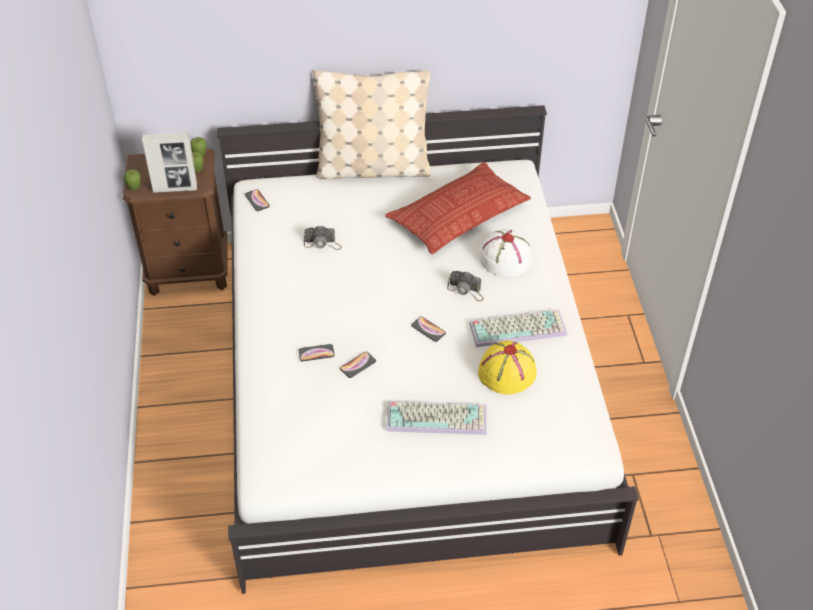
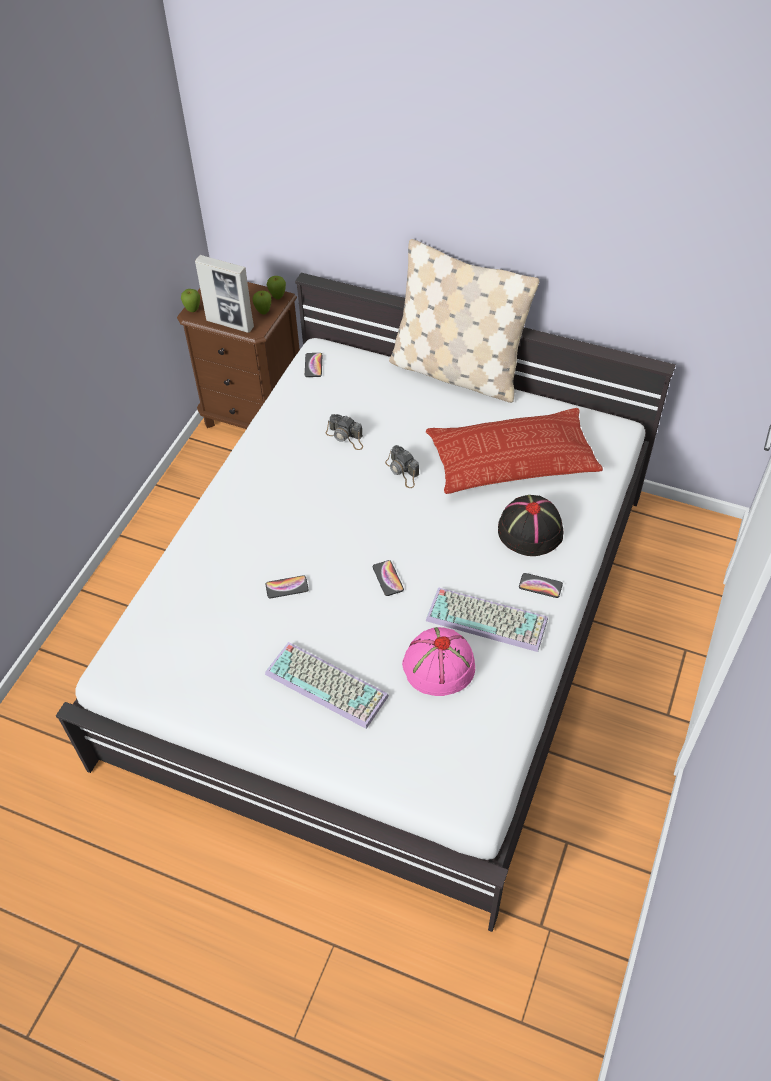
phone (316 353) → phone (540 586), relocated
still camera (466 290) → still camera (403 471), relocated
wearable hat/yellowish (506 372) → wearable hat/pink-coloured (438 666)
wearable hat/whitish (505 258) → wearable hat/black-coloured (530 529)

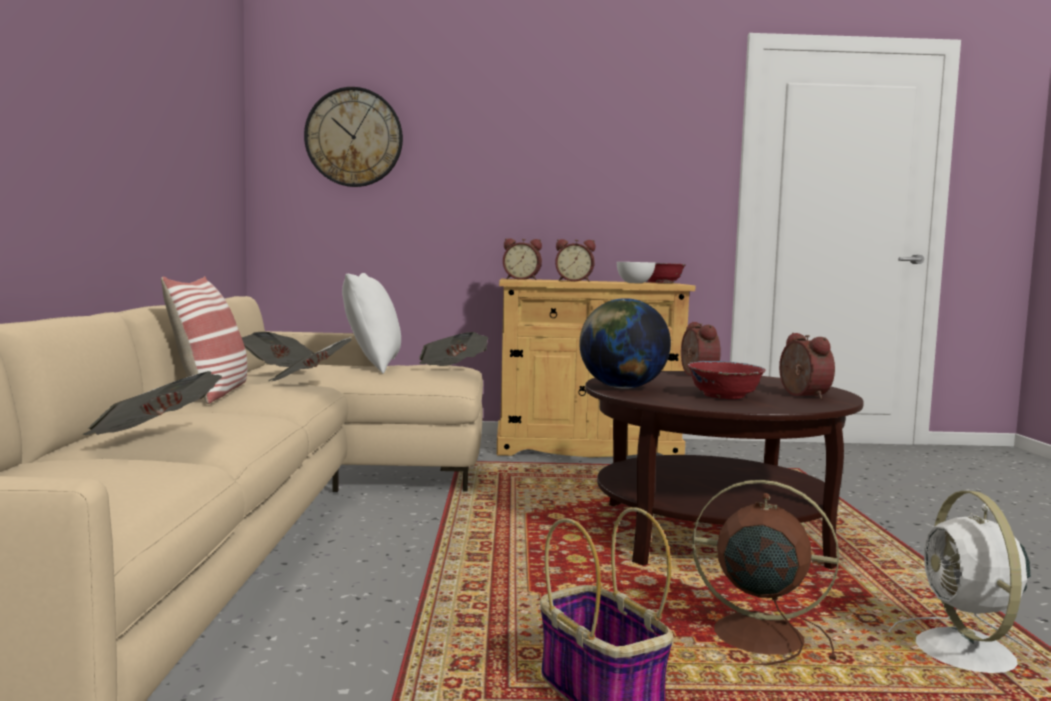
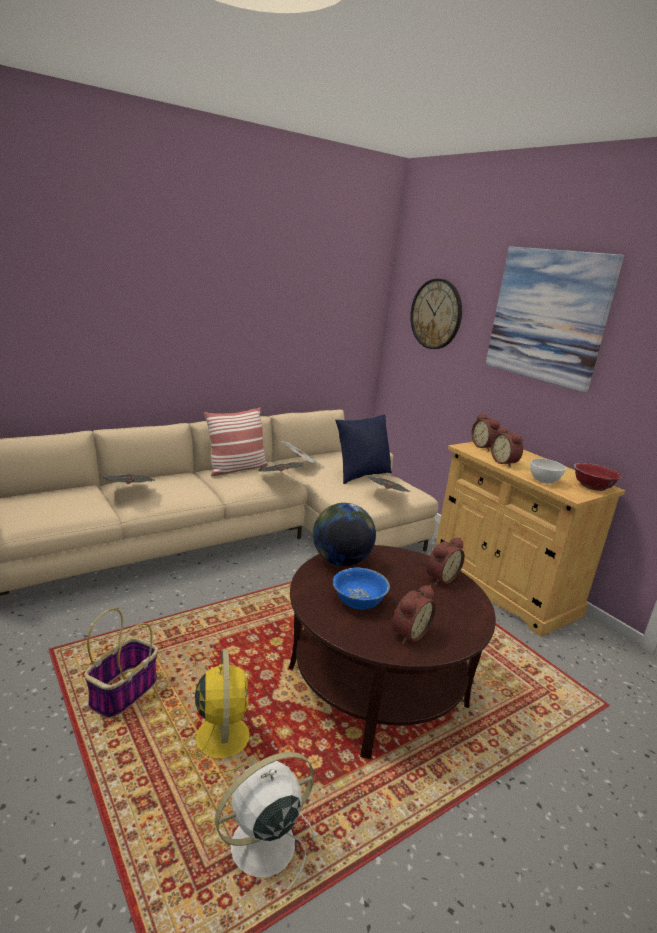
cushion/whitish (372 366) → cushion/bluish (361 475)
bowl/reddish (724 396) → bowl/bluish (359 601)
cooling fan/brown (753 635) → cooling fan/yellowish (222 734)
- → wall picture (548 316)

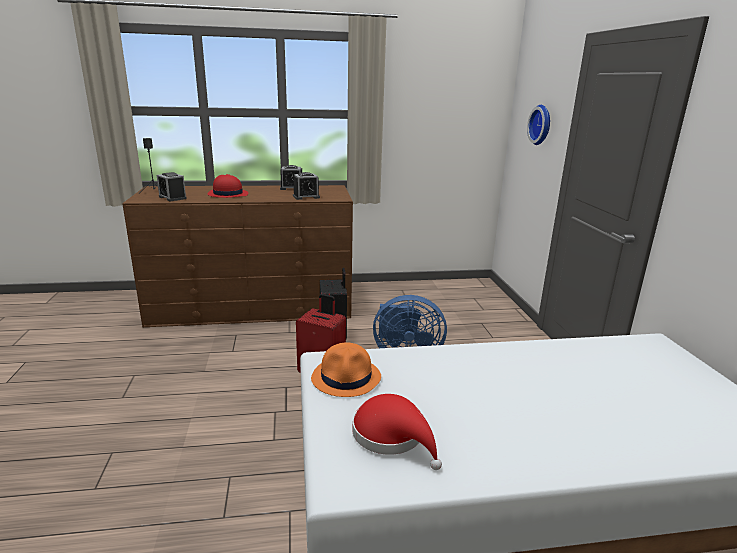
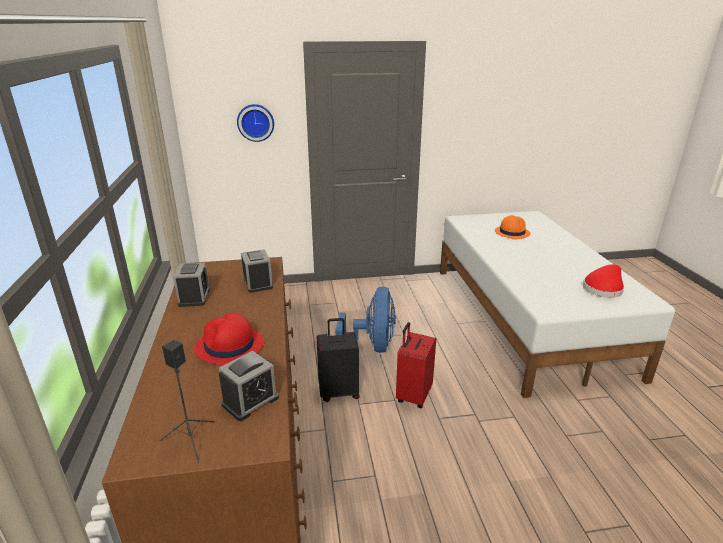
wearable hat/orange-coloured (346 378) → wearable hat/orange-coloured (512 232), relocated

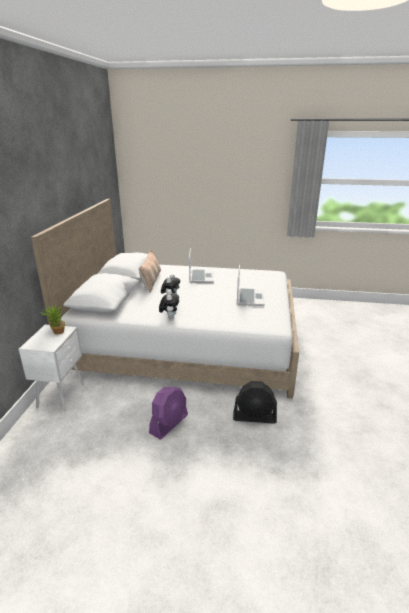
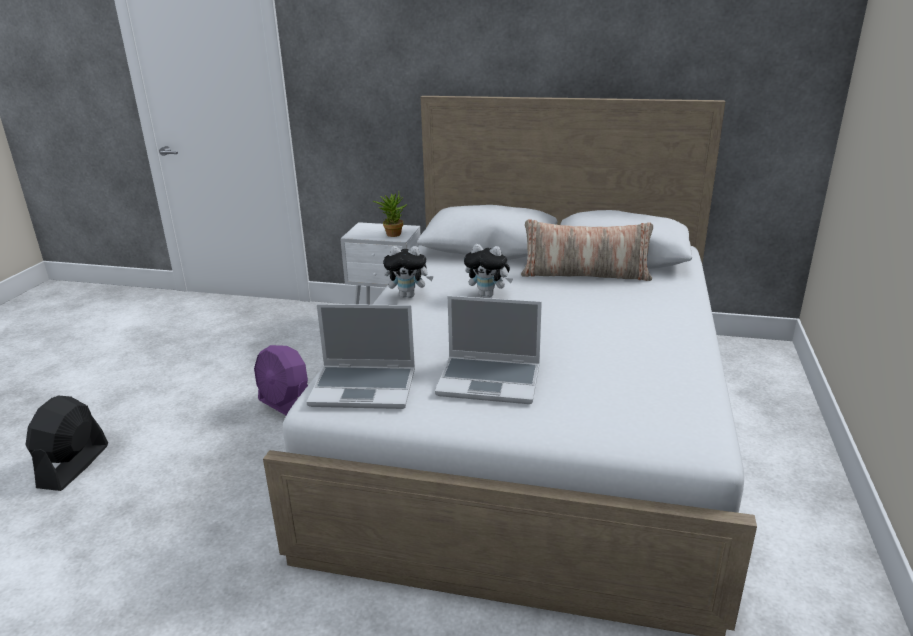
laptop (200 277) → laptop (365 388), relocated
cooling fan/black-coloured (254 417) → cooling fan/black-coloured (73 466), relocated

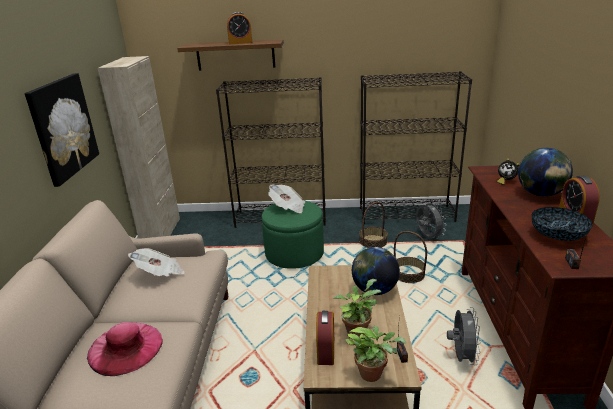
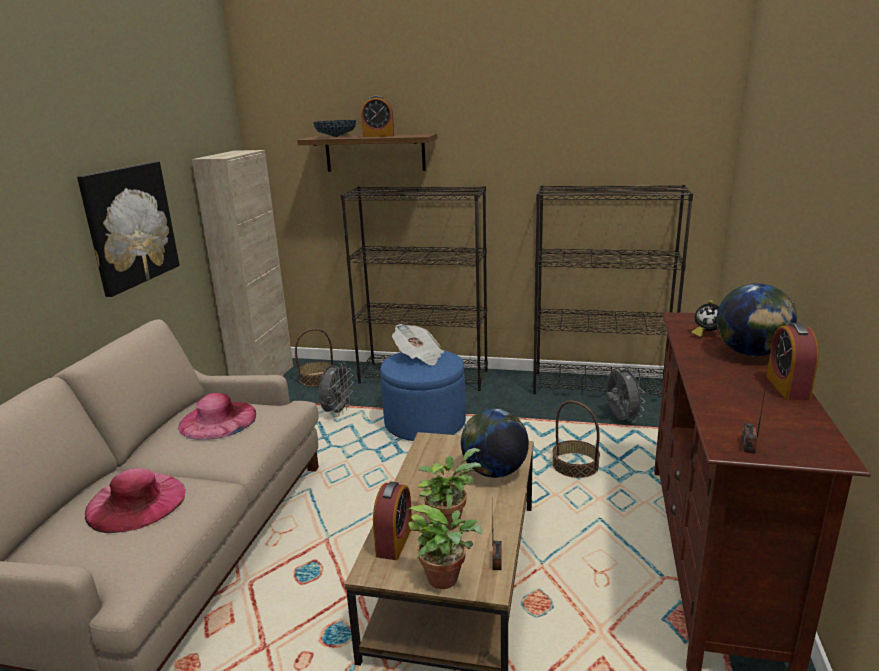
daily paper (160 273) → wearable hat/pink-coloured (218 420)
ottoman/green-coloured (294 254) → ottoman/bluish (425 423)
household basket (373 241) → household basket (317 379), relocated
cooling fan/gray (461 356) → cooling fan/gray (337 412), relocated
bowl (557 236) → bowl (336 137), relocated

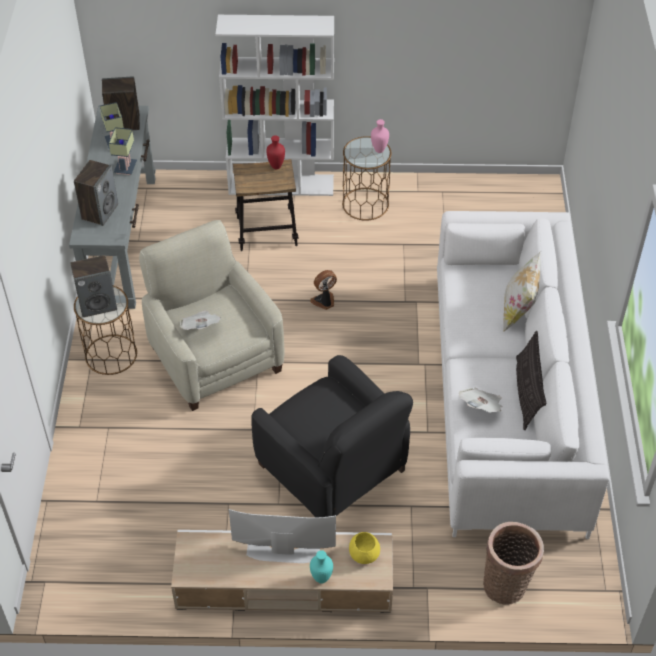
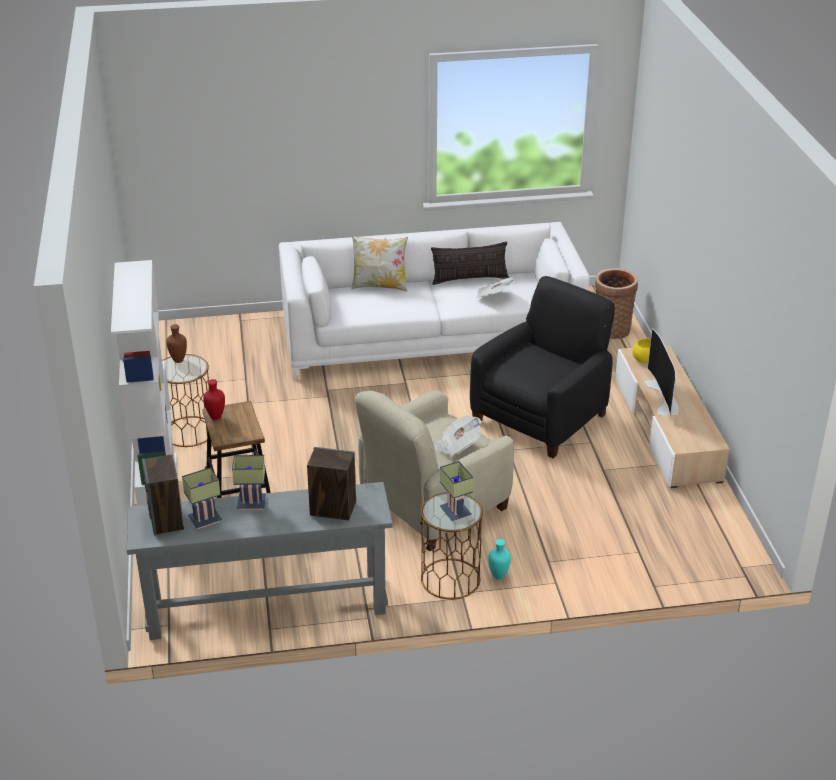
loudspeaker (98 304) → lamp for a table (453 512)
cooling fan (324 301) → -
vase/blue-green (321 578) → vase/blue-green (498 576), relocated
vase/pink-coloured (378 150) → vase/brown (178 361)

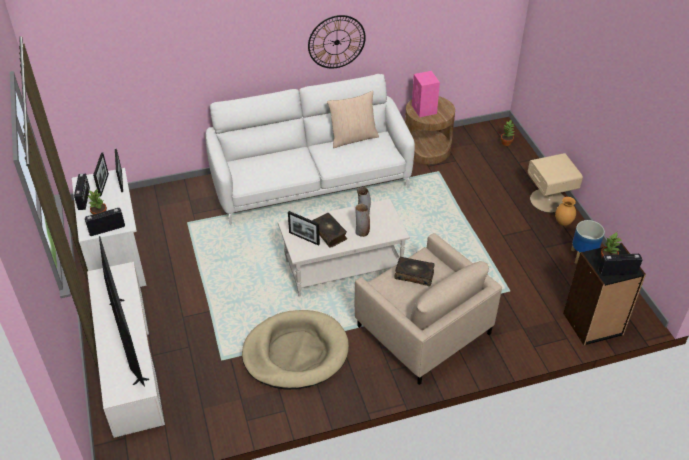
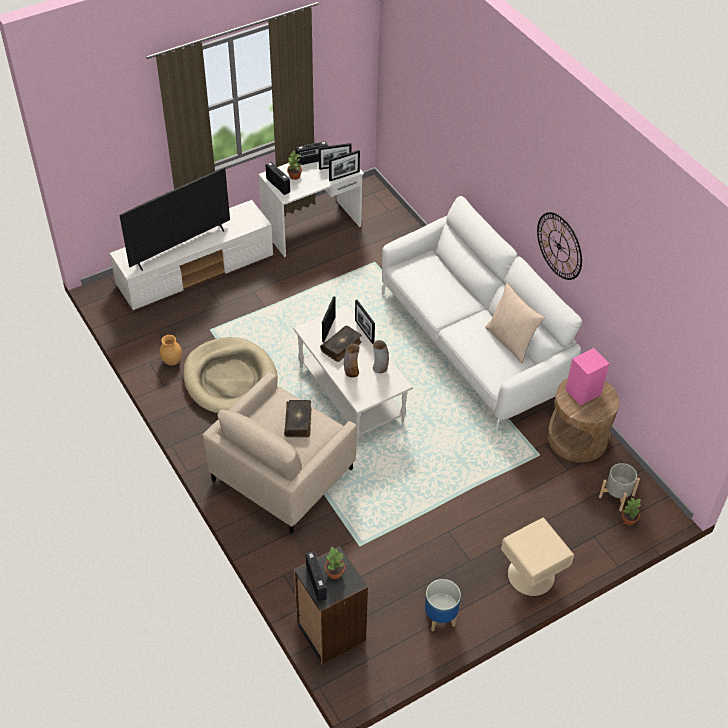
vase/brown (563 222) → vase/brown (172 362), relocated
- → photo frame (364 331)
- → flower pot/gray (616 496)

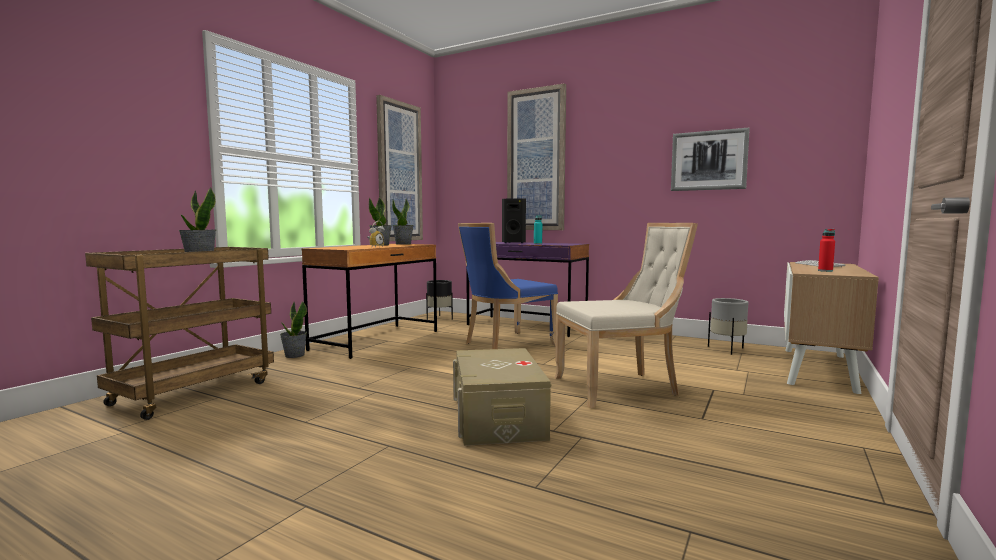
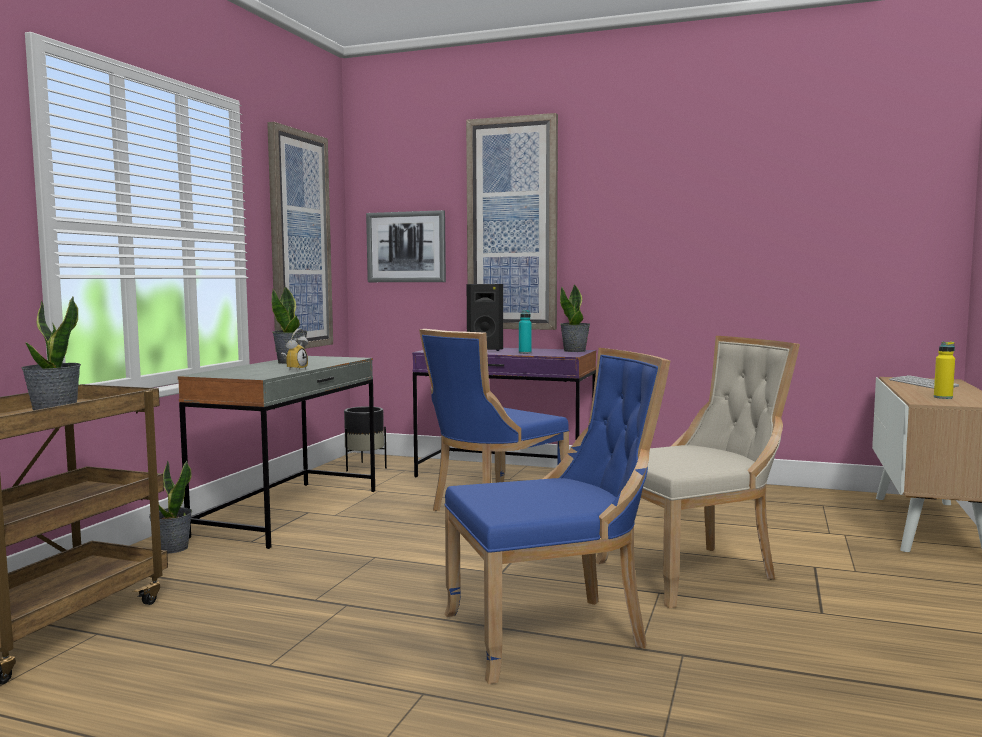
desk table/brown (377 340) → desk table/gray (290 512)
houseplant (403 244) → houseplant (575 351), relocated
storage container/sand-coloured (498 417) → upright chair/bluish (552 633)
wall picture (708 160) → wall picture (406 247), relocated
flower pot/gray (727 349) → -
bottle/reddish (825 271) → bottle/yellowish (943 397)

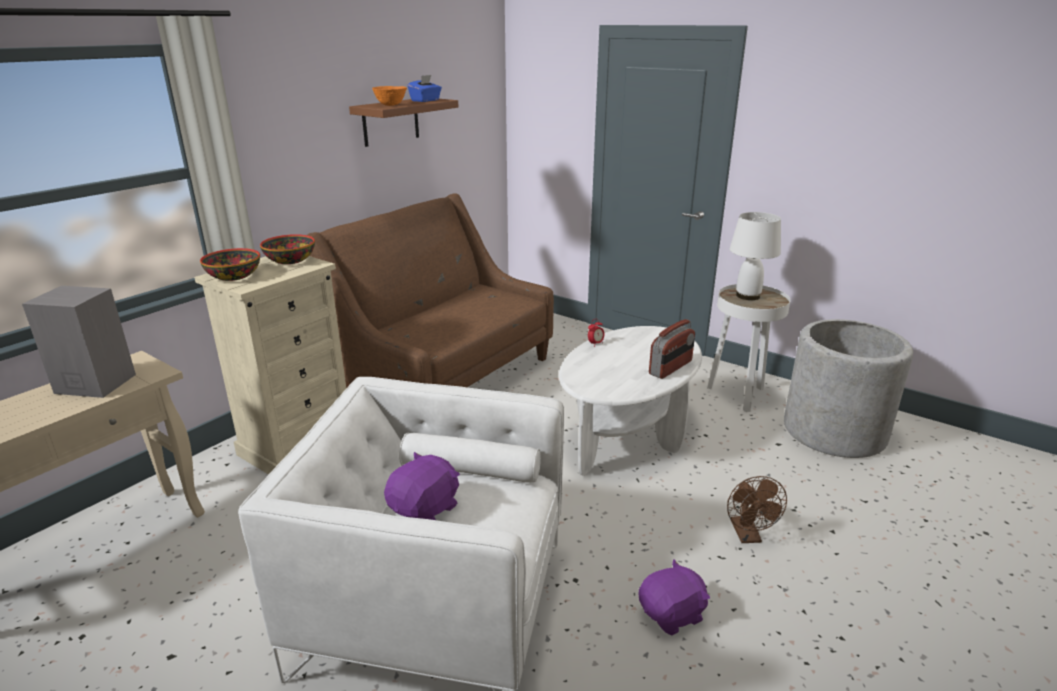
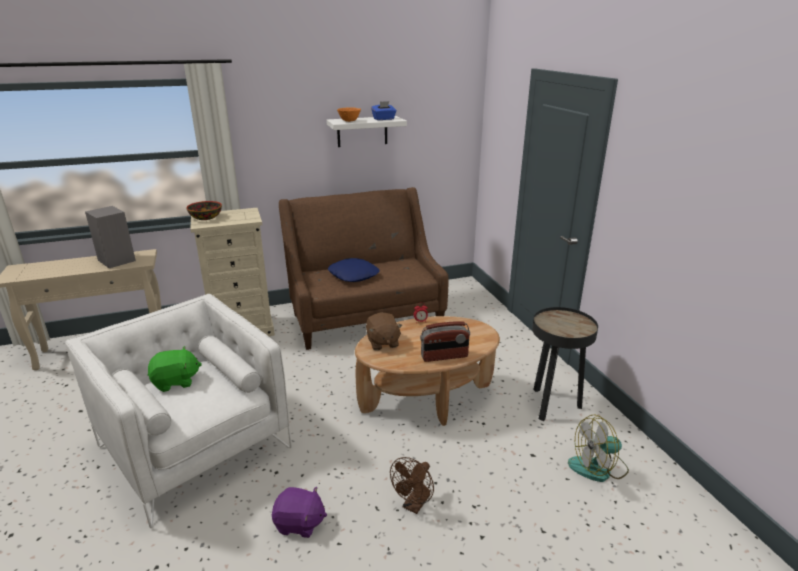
bowl (290 260) → -
shelf/brown (391 121) → shelf/whitish (362 131)
plush toy/purple-coloured (425 509) → plush toy/green-coloured (176 382)
low table/whitish (626 434) → low table/brown (427 399)
accent table/whitish (738 396) → accent table/black-coloured (552 405)
lamp for a table/whitish (748 296) → -
flower pot/gray (834 431) → cooling fan (598 467)
- → cushion/bluish (354 275)
- → plush toy/brown (382 342)

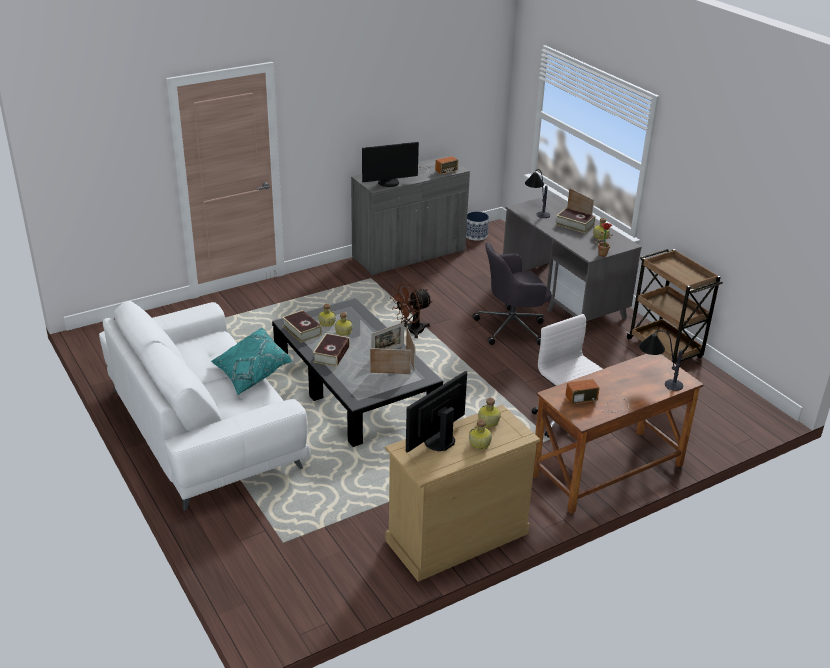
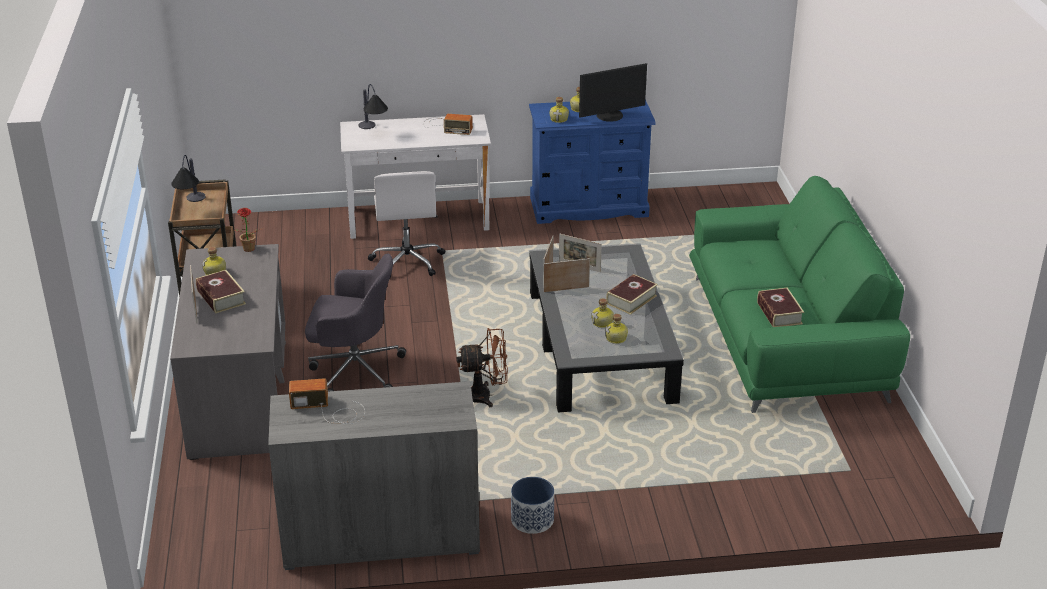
settee/whitish (204 428) → settee/green-coloured (786 337)
cushion/blue-green (251 373) → -
bound book (302 330) → bound book (779 313), relocated
computer display (389 183) → -
drawer chest/sand-coloured (456 537) → drawer chest/bluish (589 207)
flower pot (476 235) → flower pot (532 520), relocated
lamp for a table (536 209) → lamp for a table (192 206), relocated
desk table/brown (607 471) → desk table/whitish (418 219)

